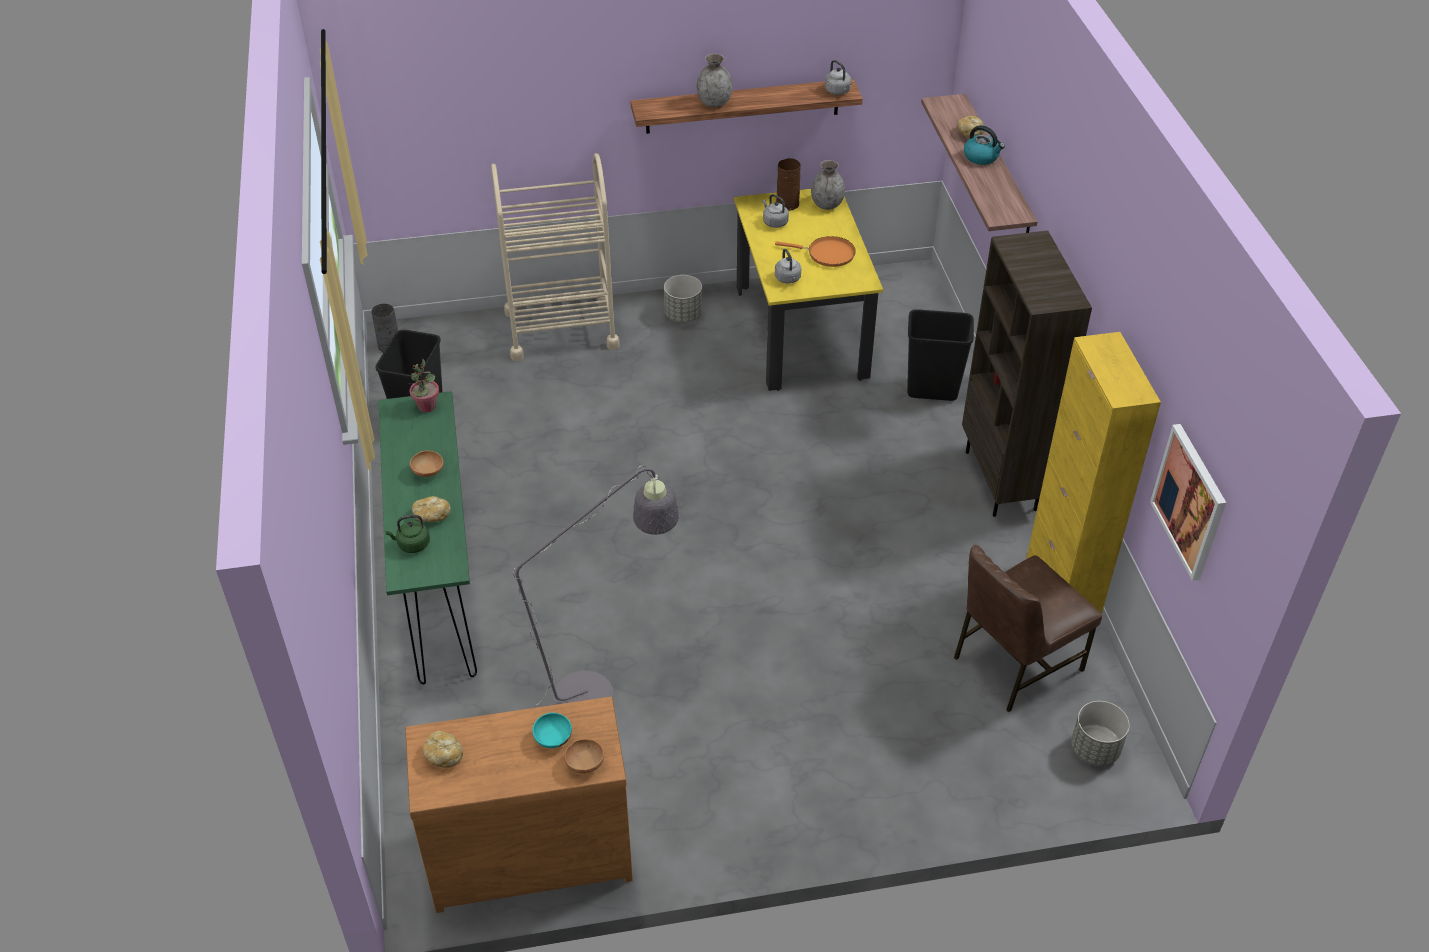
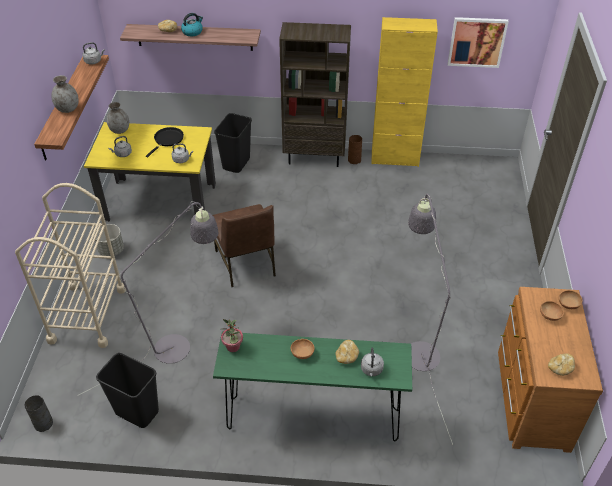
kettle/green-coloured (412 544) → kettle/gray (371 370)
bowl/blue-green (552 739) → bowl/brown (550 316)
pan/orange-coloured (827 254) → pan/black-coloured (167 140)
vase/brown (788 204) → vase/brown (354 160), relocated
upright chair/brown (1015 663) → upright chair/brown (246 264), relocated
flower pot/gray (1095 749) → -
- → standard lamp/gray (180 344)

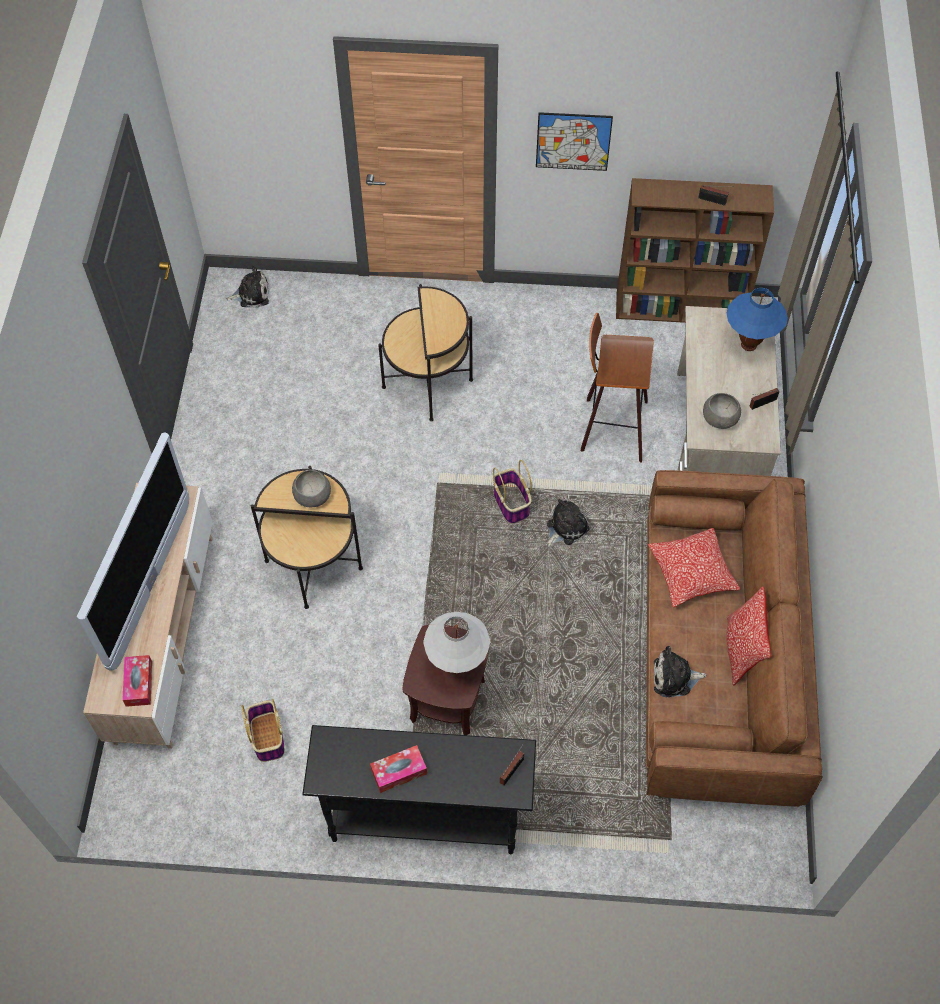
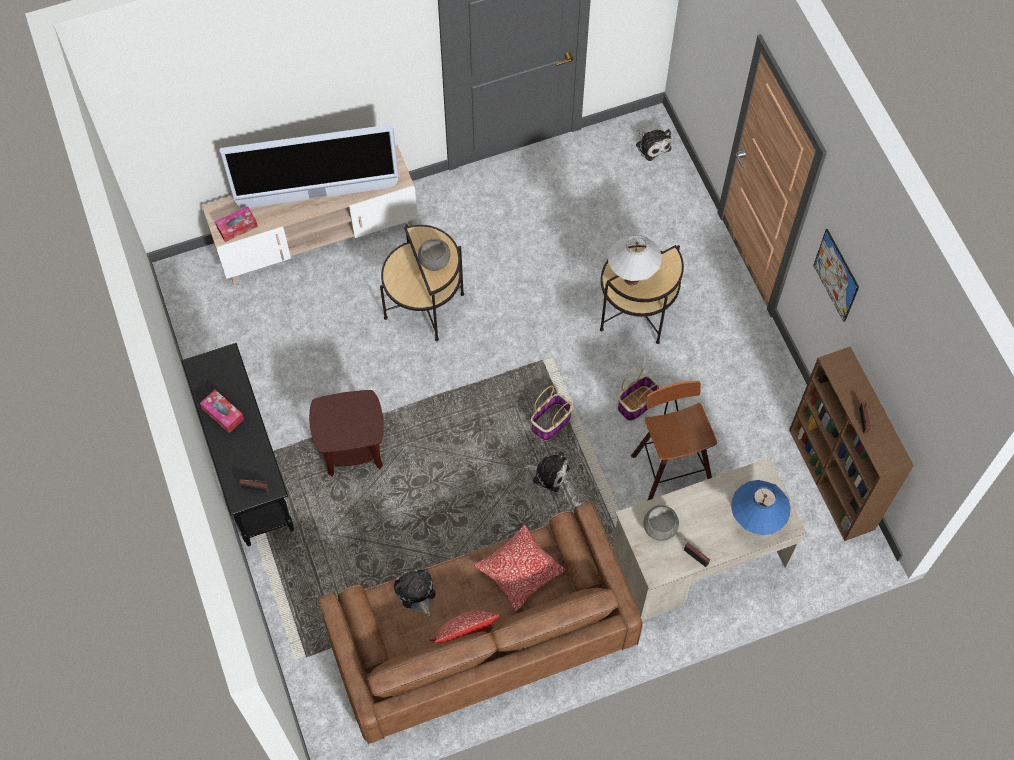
household basket (267 736) → household basket (637 403), relocated
lamp for a table/whitish (457 664) → lamp for a table/whitish (631 279), relocated

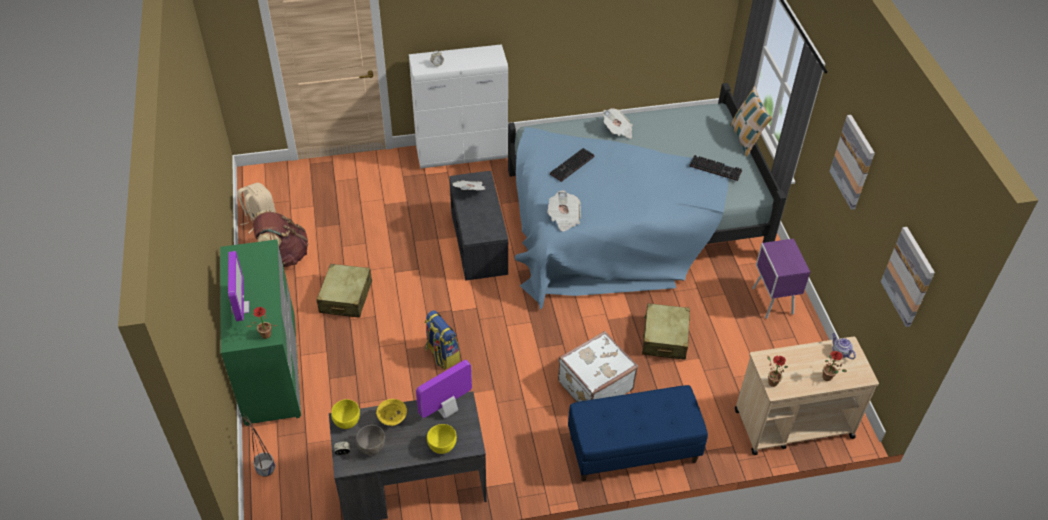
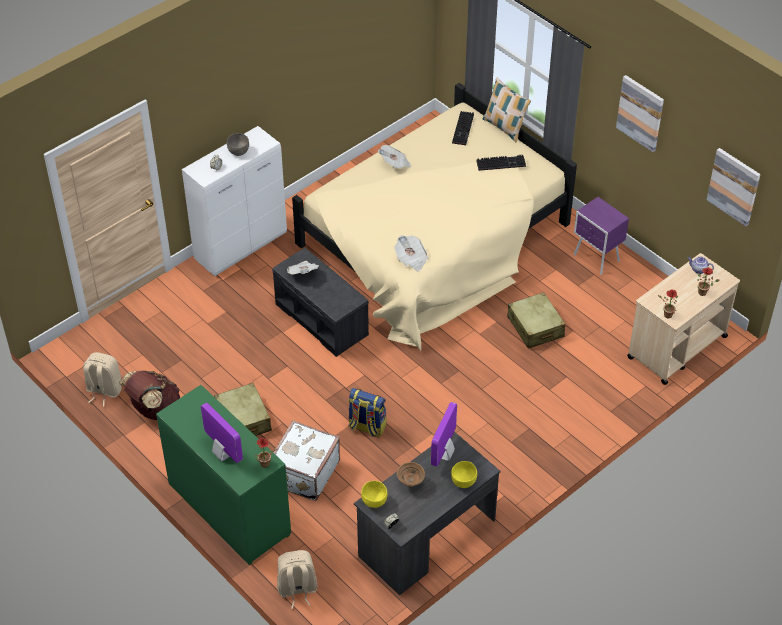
flower pot (265 470) → knapsack/sand-coloured (297 589)
bowl/gray (371 447) → bowl/gray (238 152), relocated
bowl/yellowish (393 422) → bowl/brown (411 483)
sleeping bed/bluish (629 220) → sleeping bed/sand-coloured (434 241)
PC keyboard (572 166) → PC keyboard (463 129), relocated
piece of luggage/whitish (594 385) → piece of luggage/whitish (303 473), relocated
long seat/bluish (632 450) → -

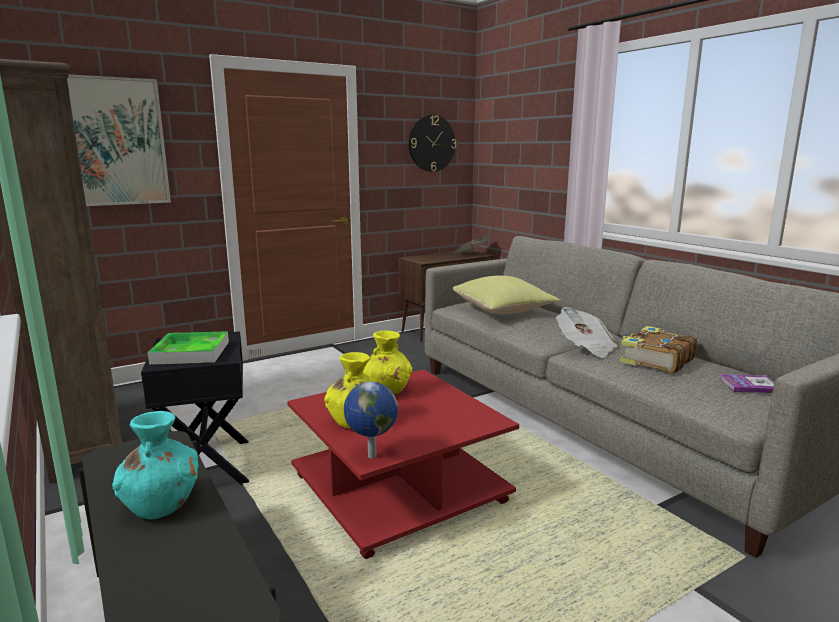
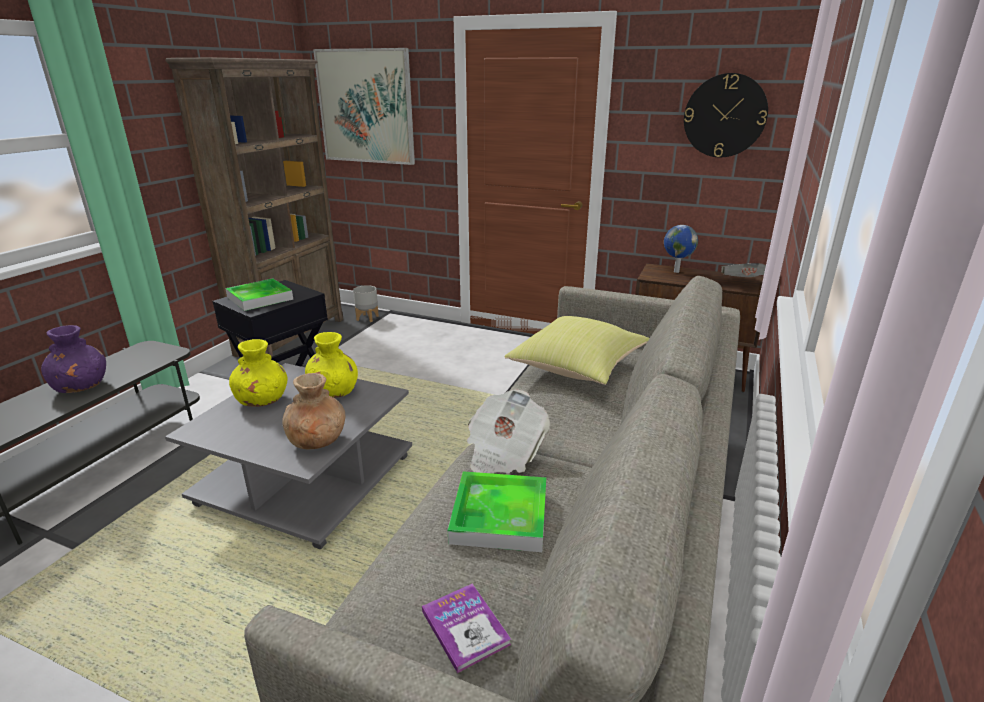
vase/blue-green (161 504) → vase/purple-coloured (81 386)
low table/reddish (401 489) → low table/gray (306 482)
globe (370 456) → globe (675 271), relocated
bound book (656 360) → carrying tray (499 516)
- → vase/brown (318 440)
- → flower pot/gray (368 318)

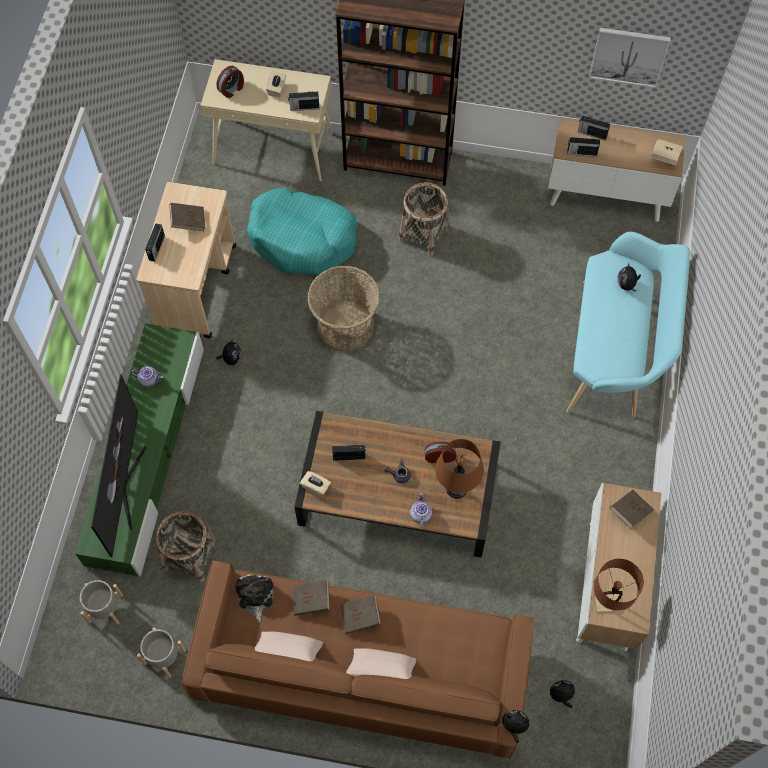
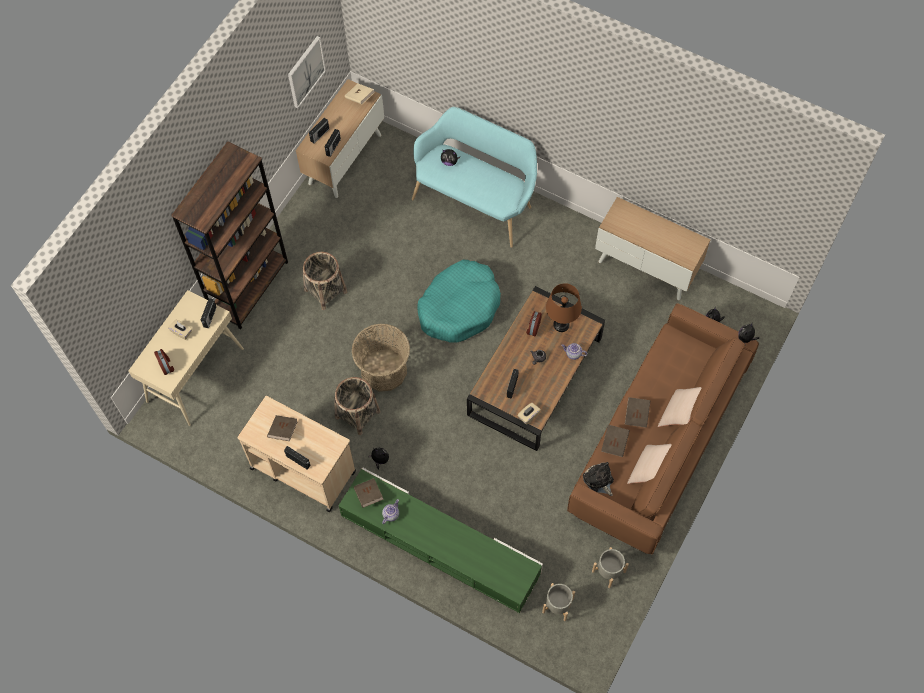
TV (124 487) → -
household basket (191 556) → household basket (358 414), relocated
plush toy (255 596) → plush toy (599 480), 45 degrees clockwise
pet bed/blue-green (302 239) → pet bed/blue-green (459 307), relocated
lamp for a table/brown (607 602) → -
bound book/brown (629 512) → bound book/brown (368 495), relocated

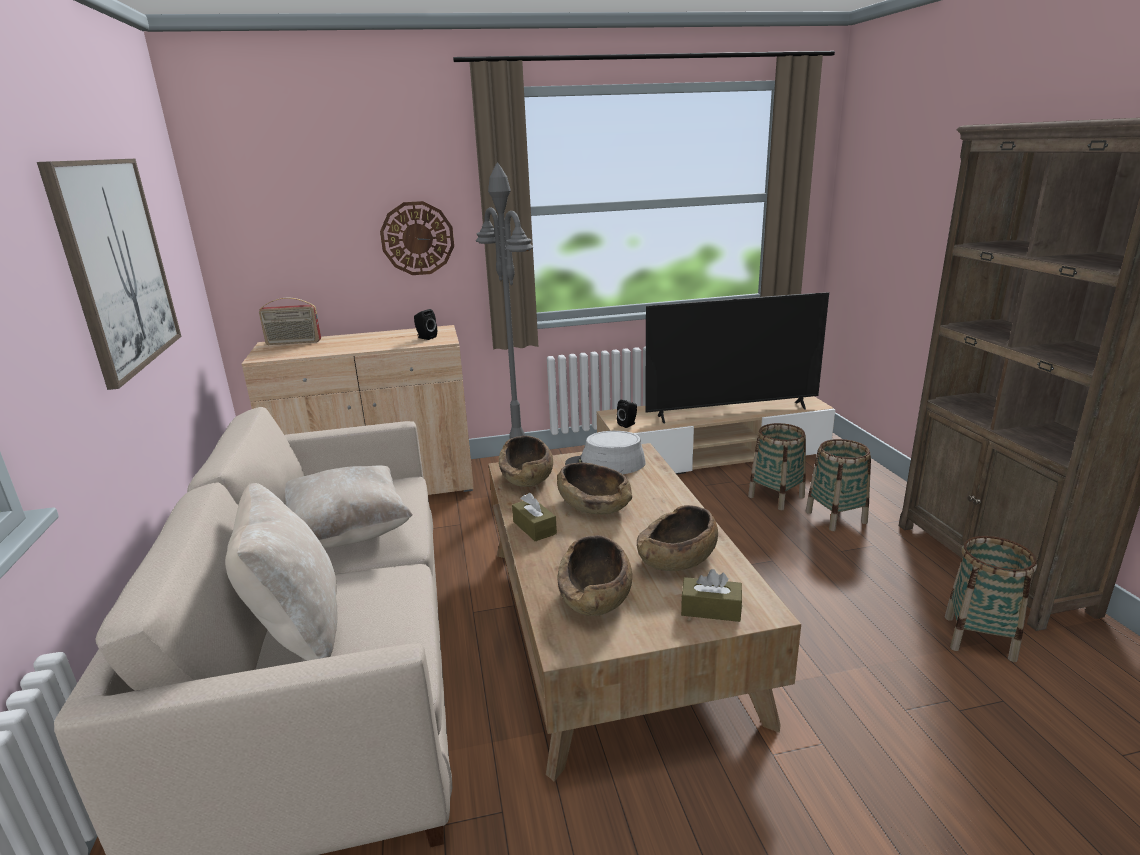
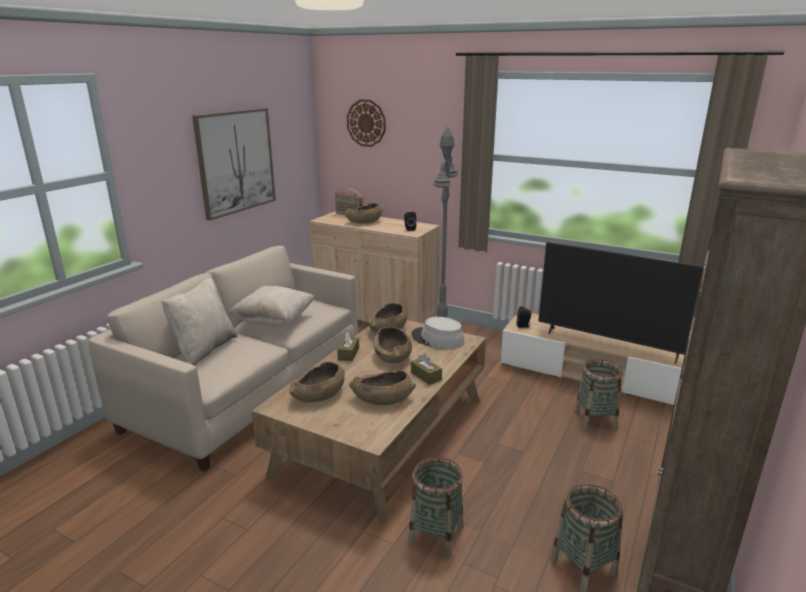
hanging clock (417 238) → hanging clock (366 123), relocated
tissue holder/brown (711 609) → tissue holder/brown (426 376), relocated
household basket (836 517) → household basket (436 535), relocated
- → bowl/brown (364 222)

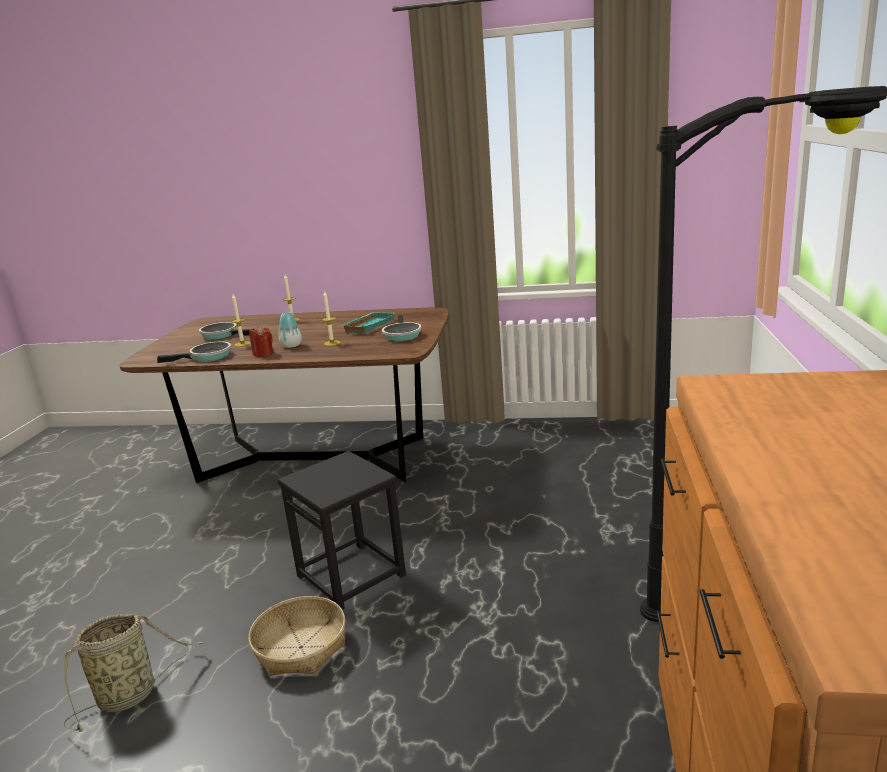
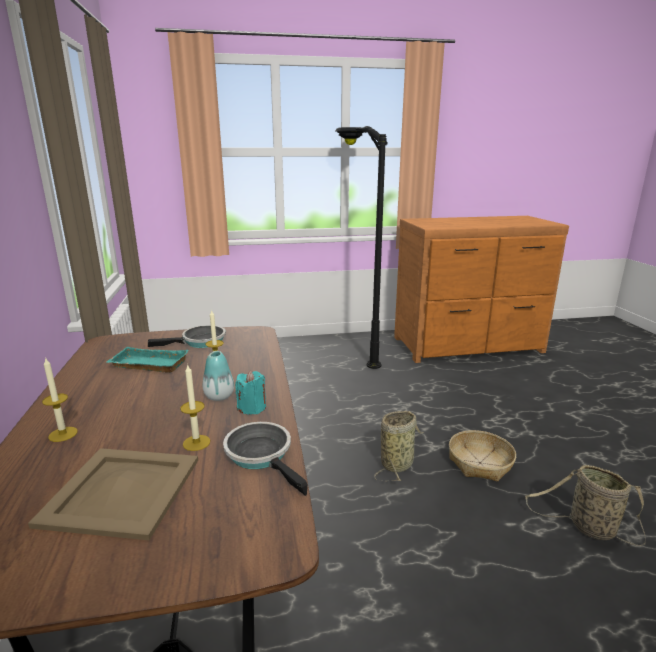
pan (222 335) → carrying tray/sand-coloured (120 491)
candle/reddish (263 354) → candle/blue-green (252 408)
stool seat/black-coloured (352 575) → household basket (398 463)

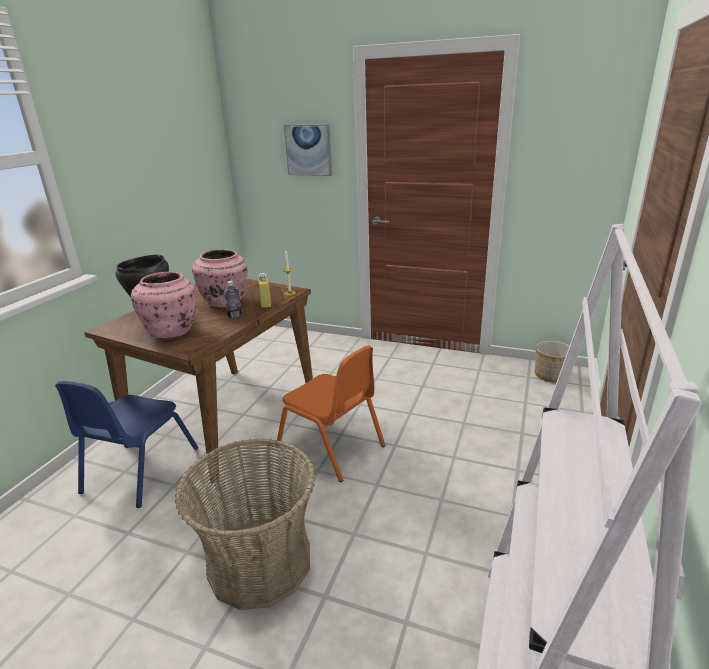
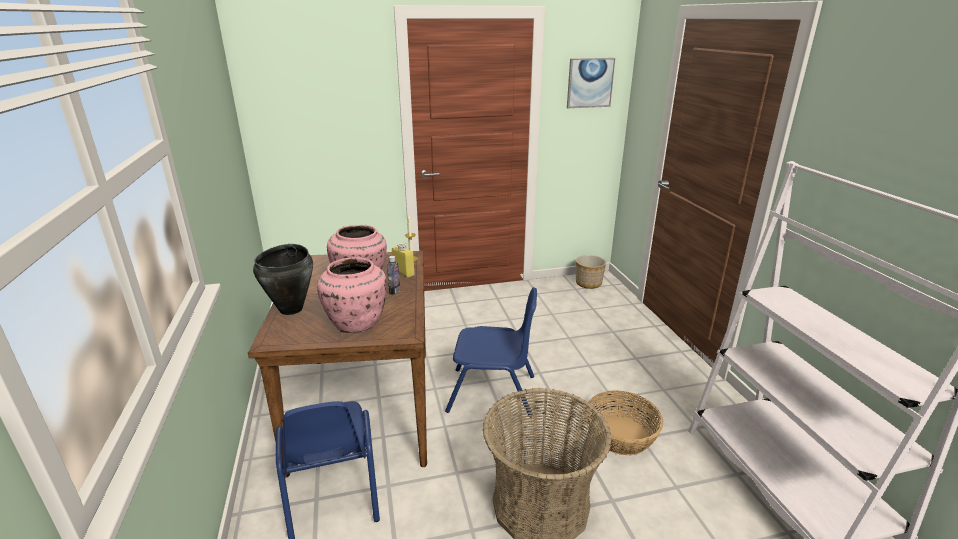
upright chair/orange-coloured (331 446) → upright chair/bluish (492 393)
wall picture (308 150) → wall picture (590 83), relocated
- → household basket (621 435)

